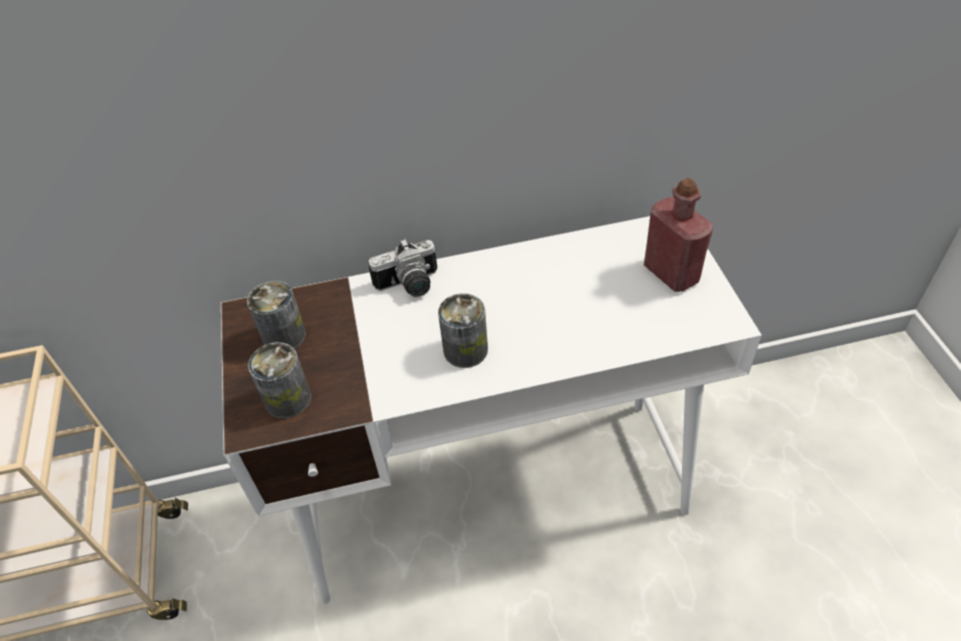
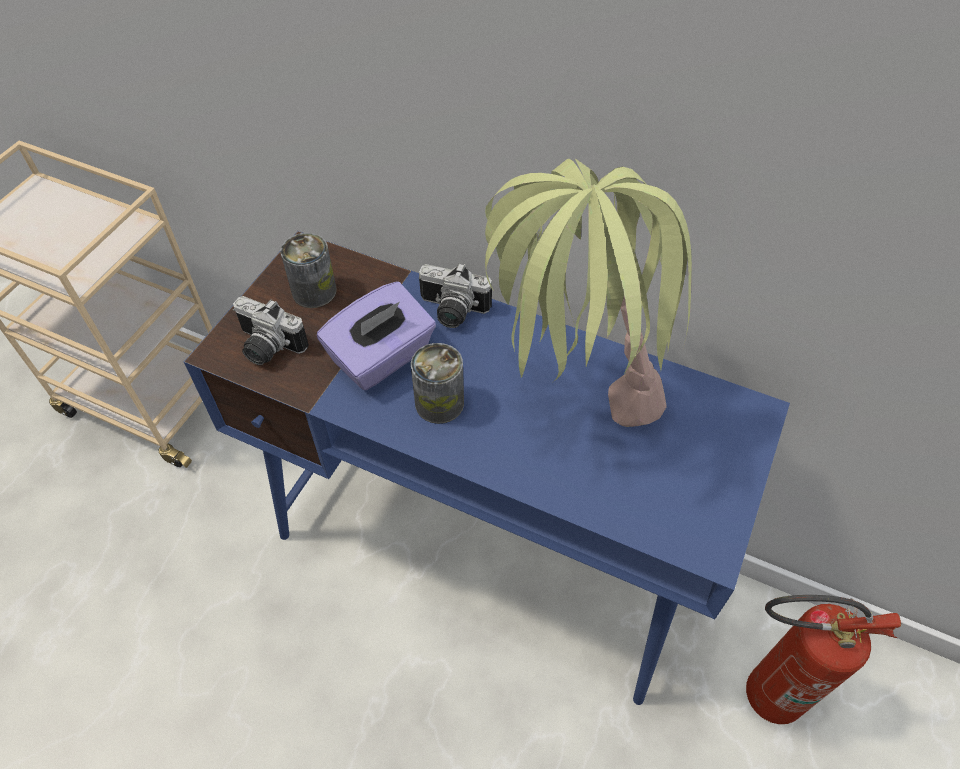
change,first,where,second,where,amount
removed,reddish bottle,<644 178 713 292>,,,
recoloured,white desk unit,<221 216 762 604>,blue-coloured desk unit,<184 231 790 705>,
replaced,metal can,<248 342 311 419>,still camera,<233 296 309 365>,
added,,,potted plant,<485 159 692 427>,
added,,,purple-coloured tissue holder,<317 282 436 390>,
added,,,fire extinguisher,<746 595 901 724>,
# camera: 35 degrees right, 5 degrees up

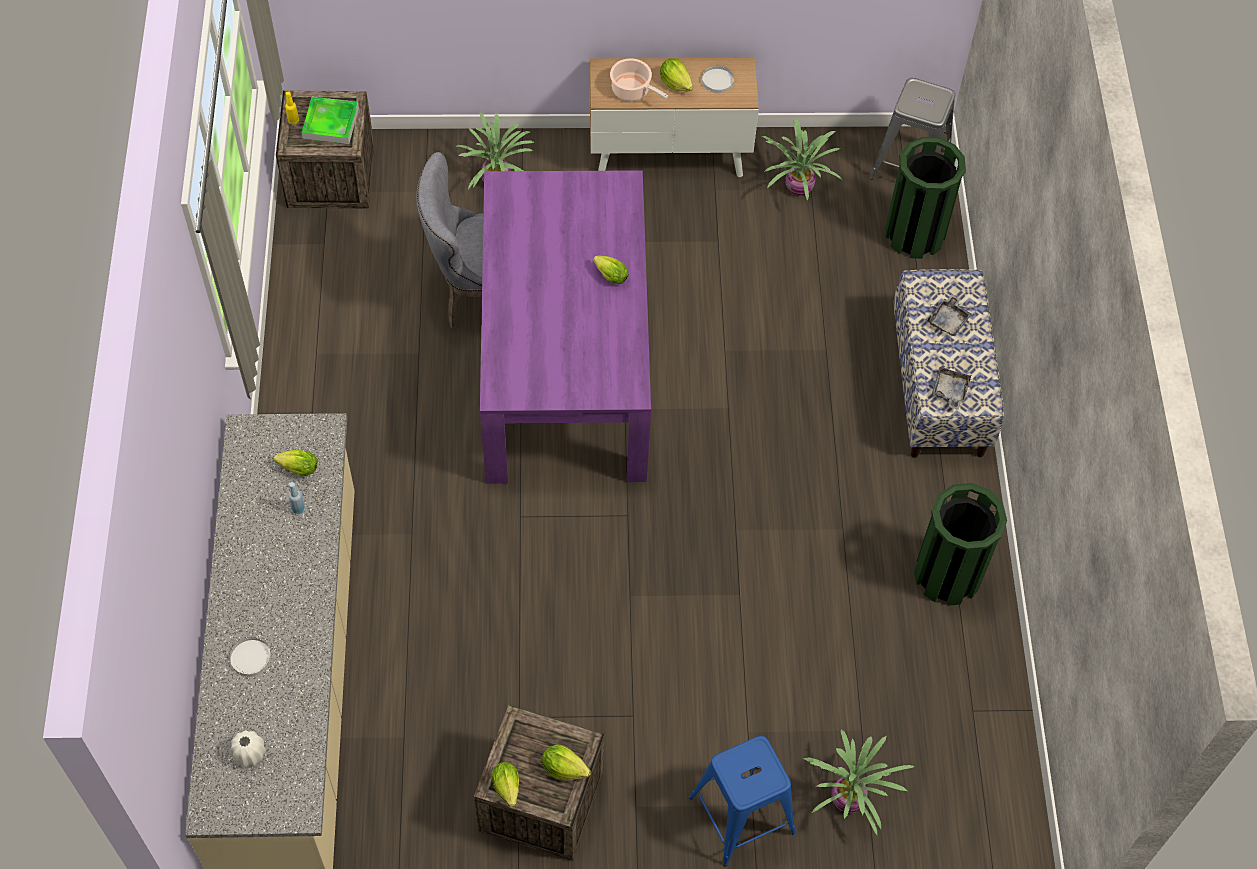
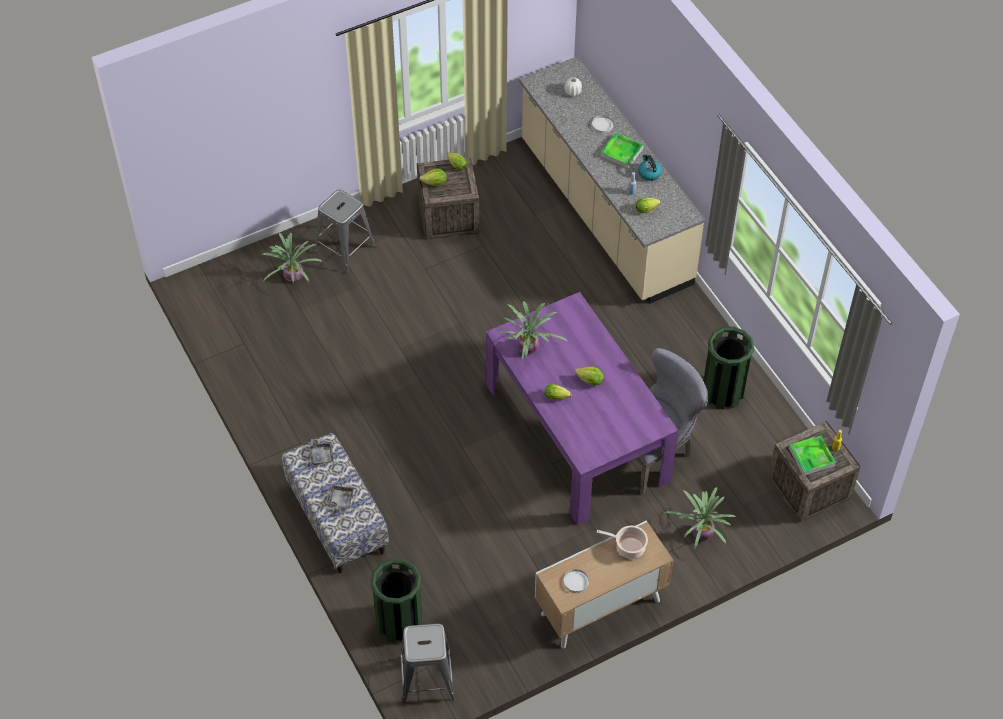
change,first,where,second,where,amount
moved,lettuce head,<660 59 693 91>,,<574 367 604 386>,
moved,potted plant,<761 118 842 201>,,<497 301 567 361>,
moved,greenish trash can,<914 483 1007 606>,,<703 327 754 410>,
recoloured,blue-coloured sitting stool,<689 736 796 867>,gray sitting stool,<314 189 376 273>,
added,,,carrying tray,<600 133 644 169>,
added,,,water kettle,<638 154 662 181>,
# camera: 155 degrees right, 5 degrees down

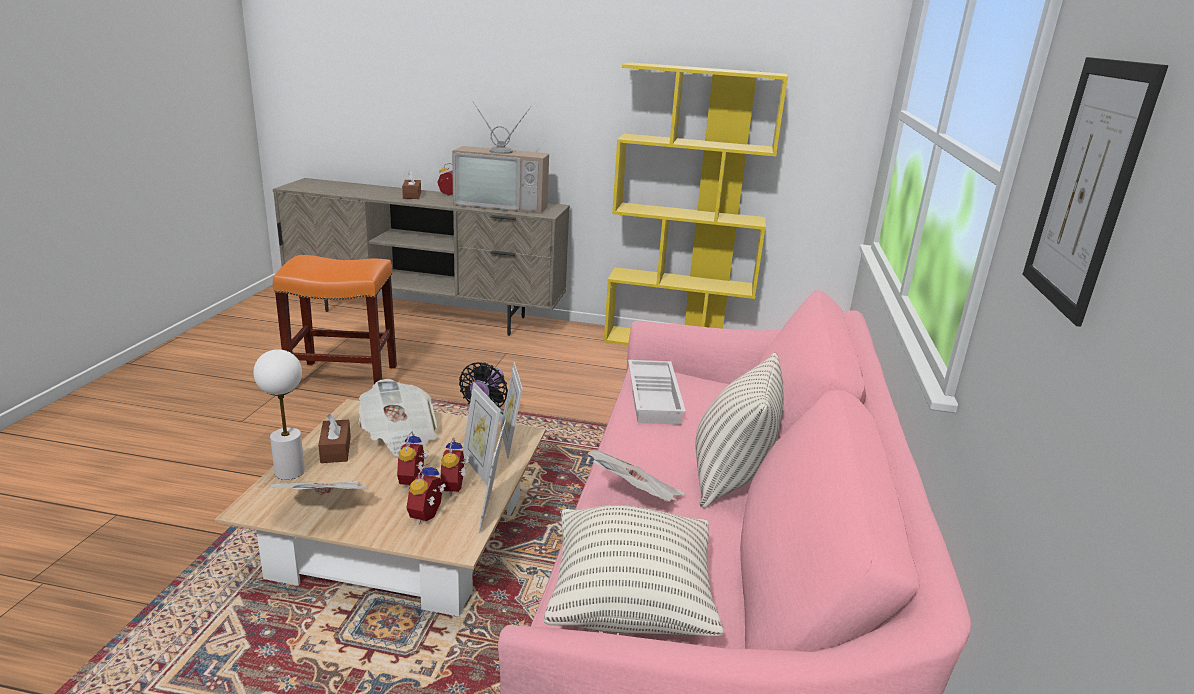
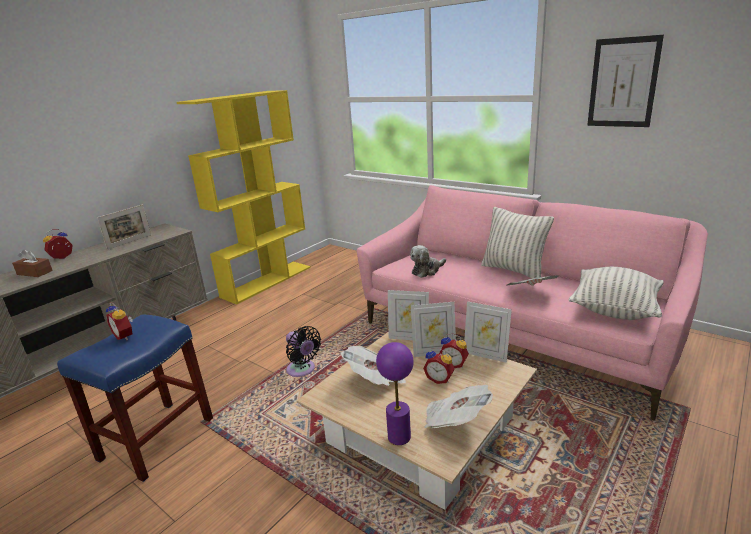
change,first,where,second,where,amount
replaced,TV set,<452 102 549 214>,picture frame,<97 204 151 250>,
recoloured,orange-coloured sitting stool,<273 255 397 392>,blue-coloured sitting stool,<57 314 213 482>,
recoloured,white table lamp,<254 349 305 480>,purple-coloured table lamp,<376 342 414 445>,
replaced,white carrying tray,<628 360 686 425>,soft toy,<410 245 446 278>,
removed,brownish tissue holder,<318 414 351 463>,,,
moved,table clock,<407 463 446 524>,,<106 302 133 340>,
# camera: 60 degrees left, 0 degrees up

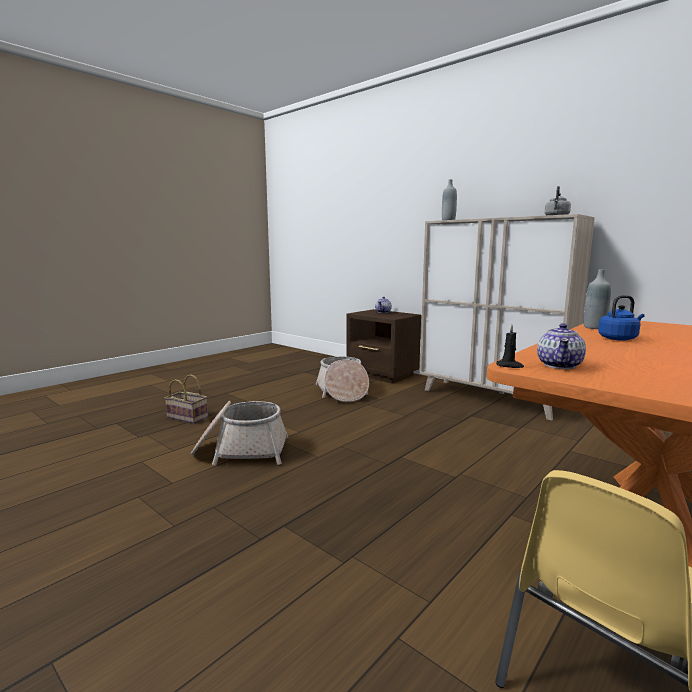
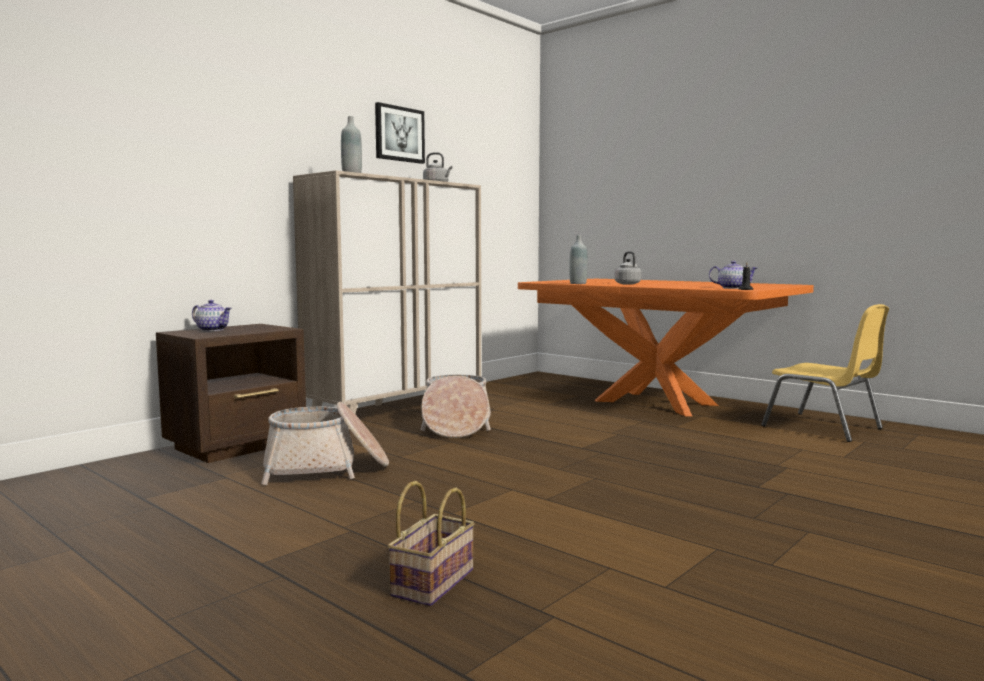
change,first,where,second,where,amount
recoloured,blue-coloured water kettle,<598 295 645 341>,gray water kettle,<615 251 641 285>,
moved,basket,<191 401 288 466>,,<420 375 491 438>,
added,,,wall art,<375 102 425 164>,
# camera: 90 degrees left, 5 degrees down

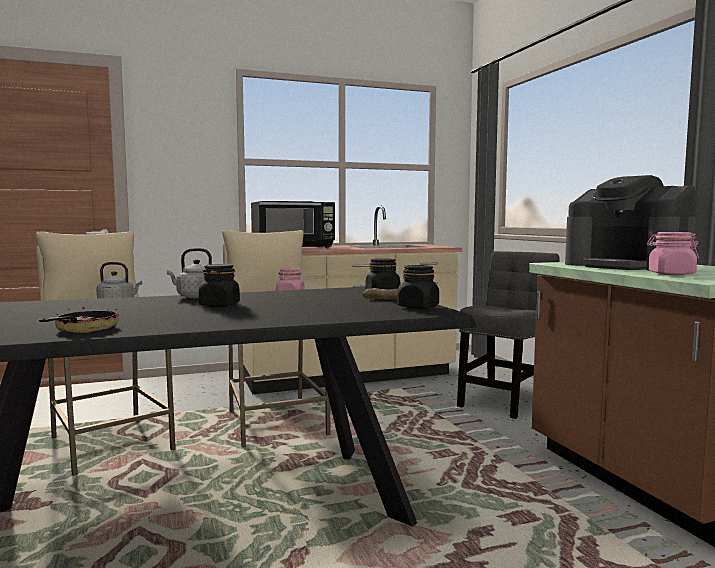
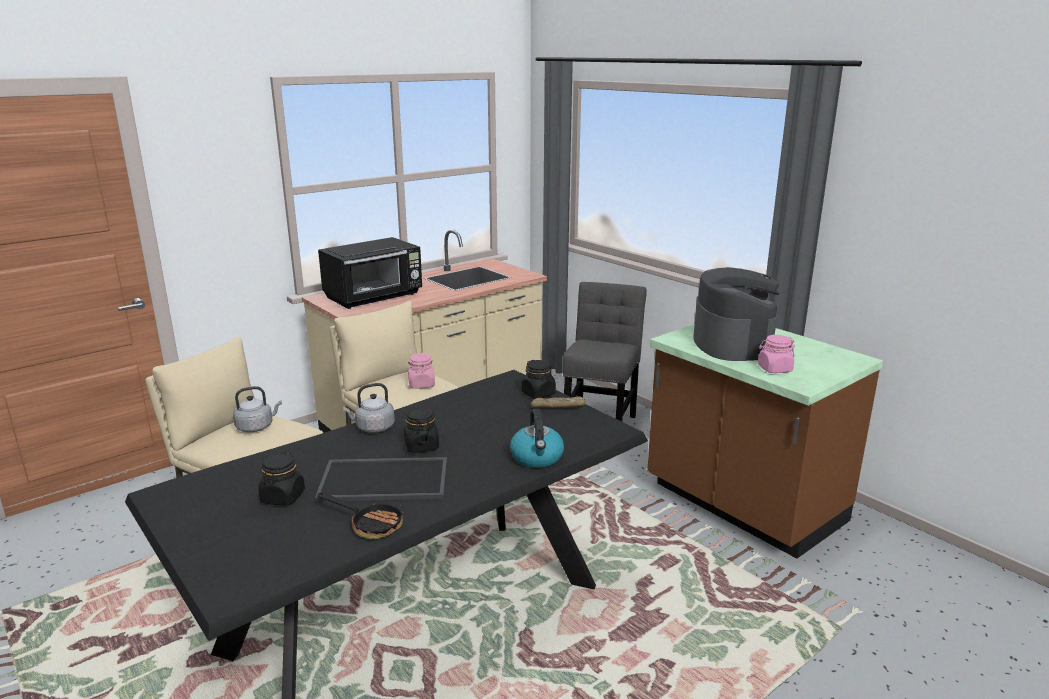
change,first,where,second,where,amount
turned,coffee brewer,<565 175 696 270>,,<693 267 779 361>,120 degrees counterclockwise
moved,black-coloured storage jar,<397 265 439 309>,,<258 452 305 505>,
turned,pan,<39 307 119 333>,,<317 492 404 539>,135 degrees clockwise
added,,,water kettle,<510 409 564 468>,
added,,,carrying tray,<315 457 447 502>,
# camera: 20 degrees left, 15 degrees up

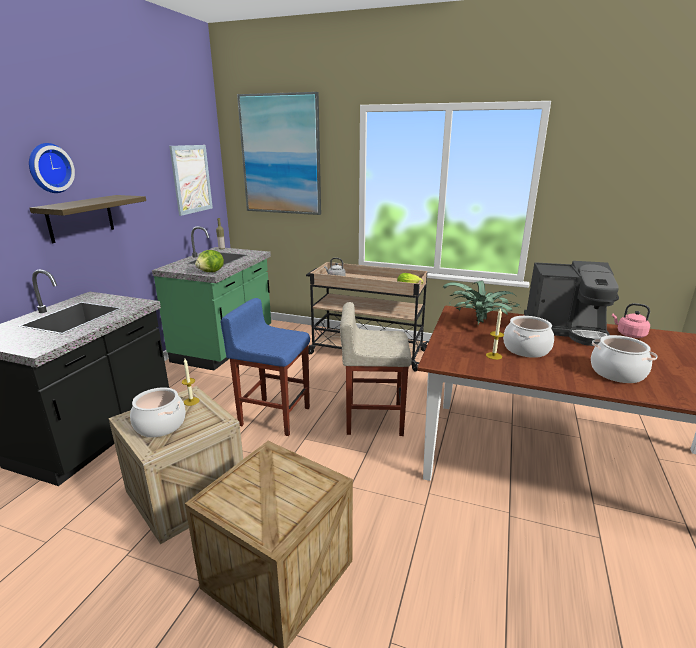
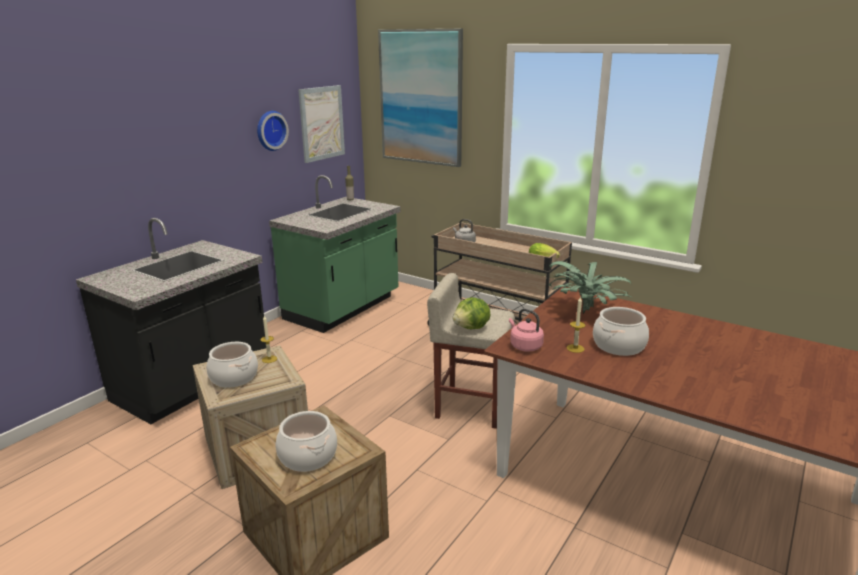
change,first,where,second,where,amount
moved,clock on the wall,<29 143 75 193>,,<257 111 289 151>,
removed,wall shelf,<30 195 146 243>,,,
moved,lettuce head,<195 250 224 272>,,<453 297 491 329>,
removed,coffee brewer,<524 261 619 346>,,,
removed,blue-coloured sitting stool,<221 298 310 436>,,,
moved,pink water kettle,<612 303 650 338>,,<509 308 544 352>,
moved,stockpot,<591 335 658 383>,,<276 411 337 472>,
# camera: 15 degrees right, 0 degrees up

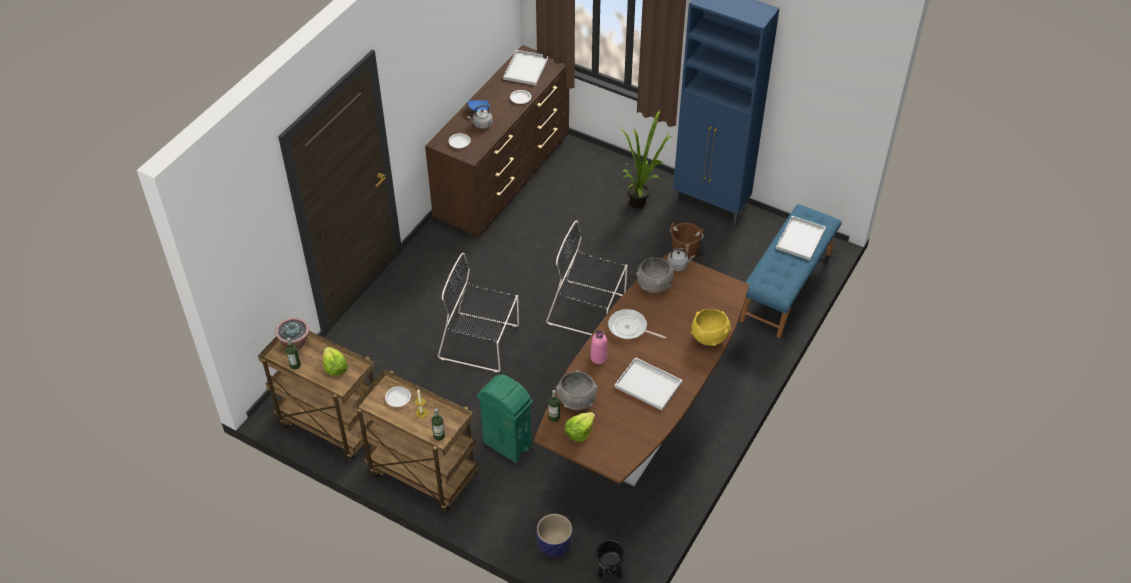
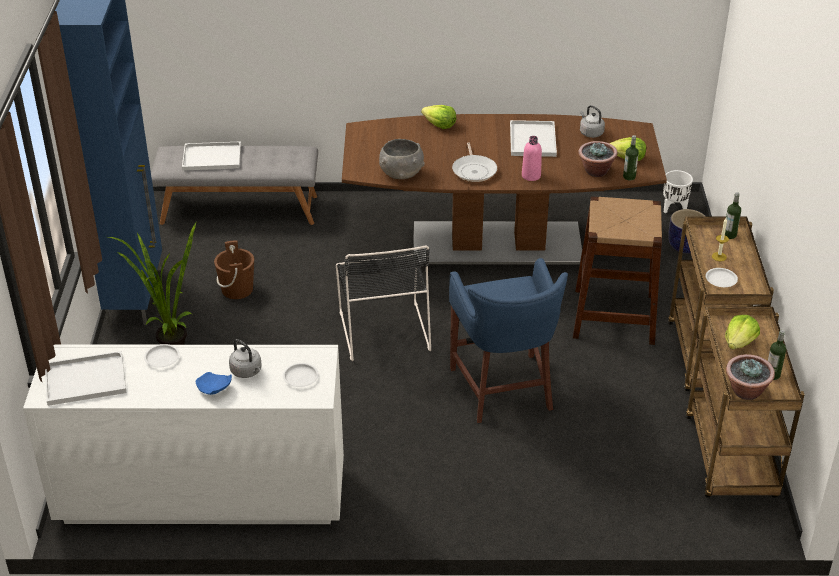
change,first,where,second,where,amount
recoloured,brownish dresser,<425 45 569 237>,white dresser,<23 345 344 524>,
recoloured,blue-coloured bench,<740 204 842 338>,gray bench,<151 146 318 225>,
moved,gray water kettle,<667 248 695 271>,,<580 105 605 138>,
replaced,black-coloured plain chair,<438 253 519 372>,blue-coloured sitting stool,<449 258 568 423>,
replaced,yellowish bowl,<691 309 731 346>,lettuce head,<421 105 456 129>,
replaced,gray bowl,<556 370 598 410>,potted plant,<578 141 618 177>,
replaced,greenish trash can,<477 374 533 463>,brownish sitting stool,<573 196 662 345>,
recoloured,black-coloured plant pot,<596 540 625 579>,white plant pot,<663 170 693 213>,
# camera: 120 degrees left, 10 degrees down

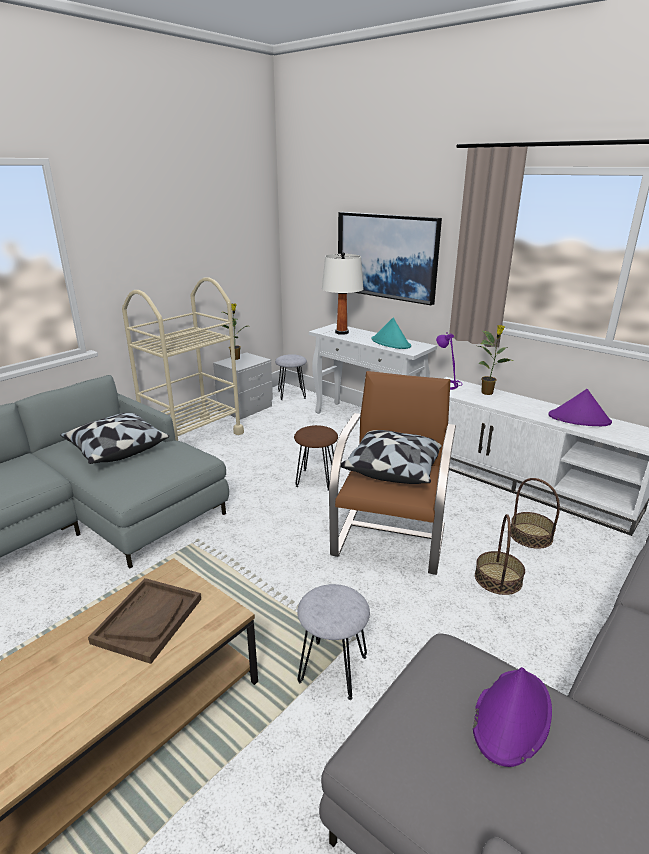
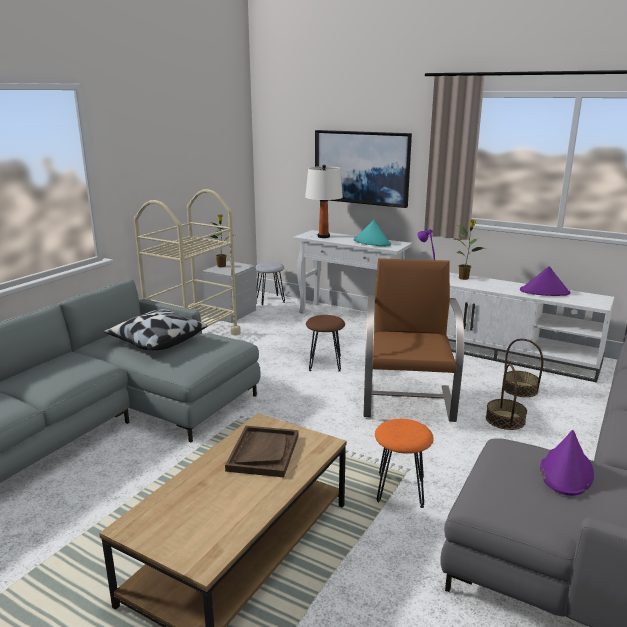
change,first,where,second,where,amount
removed,cushion,<341 430 441 484>,,,
recoloured,gray sitting stool,<297 584 370 700>,orange-coloured sitting stool,<375 419 434 508>,
# camera: 10 degrees left, 5 degrees down

